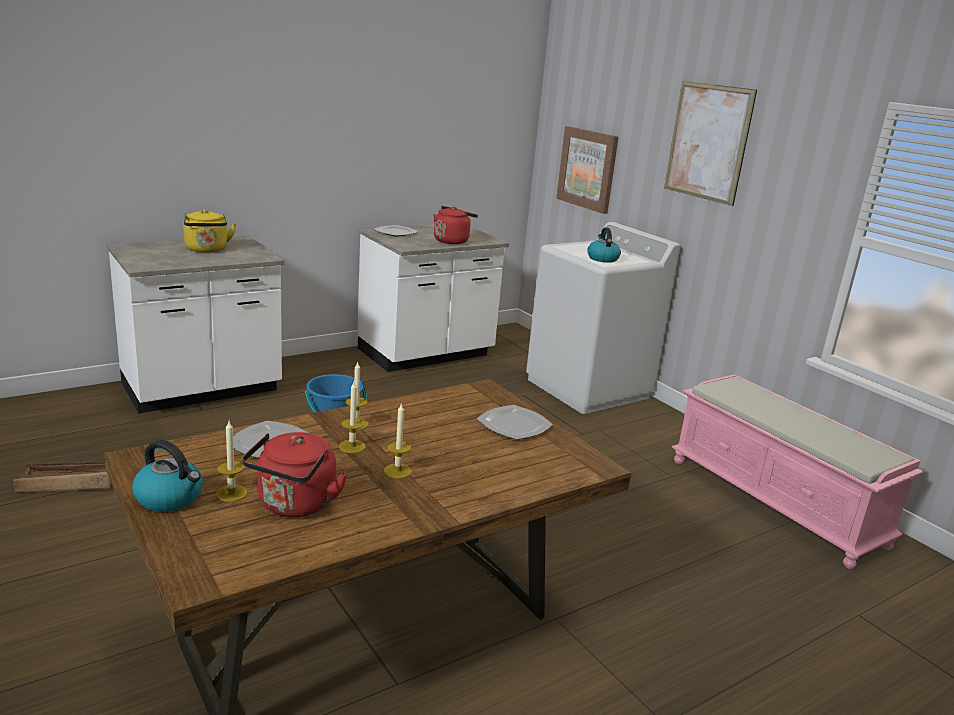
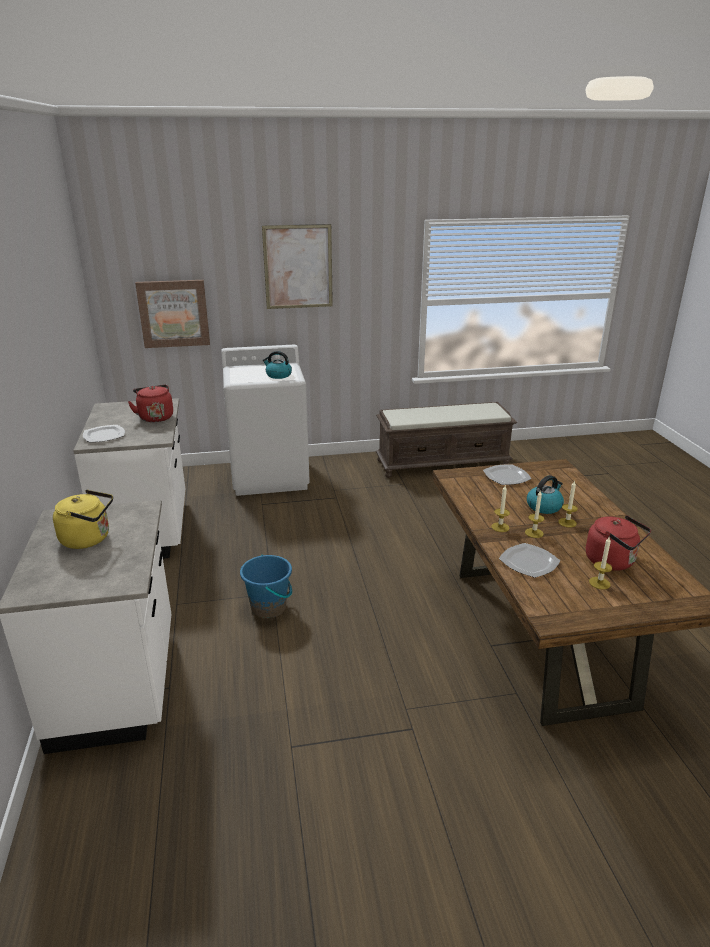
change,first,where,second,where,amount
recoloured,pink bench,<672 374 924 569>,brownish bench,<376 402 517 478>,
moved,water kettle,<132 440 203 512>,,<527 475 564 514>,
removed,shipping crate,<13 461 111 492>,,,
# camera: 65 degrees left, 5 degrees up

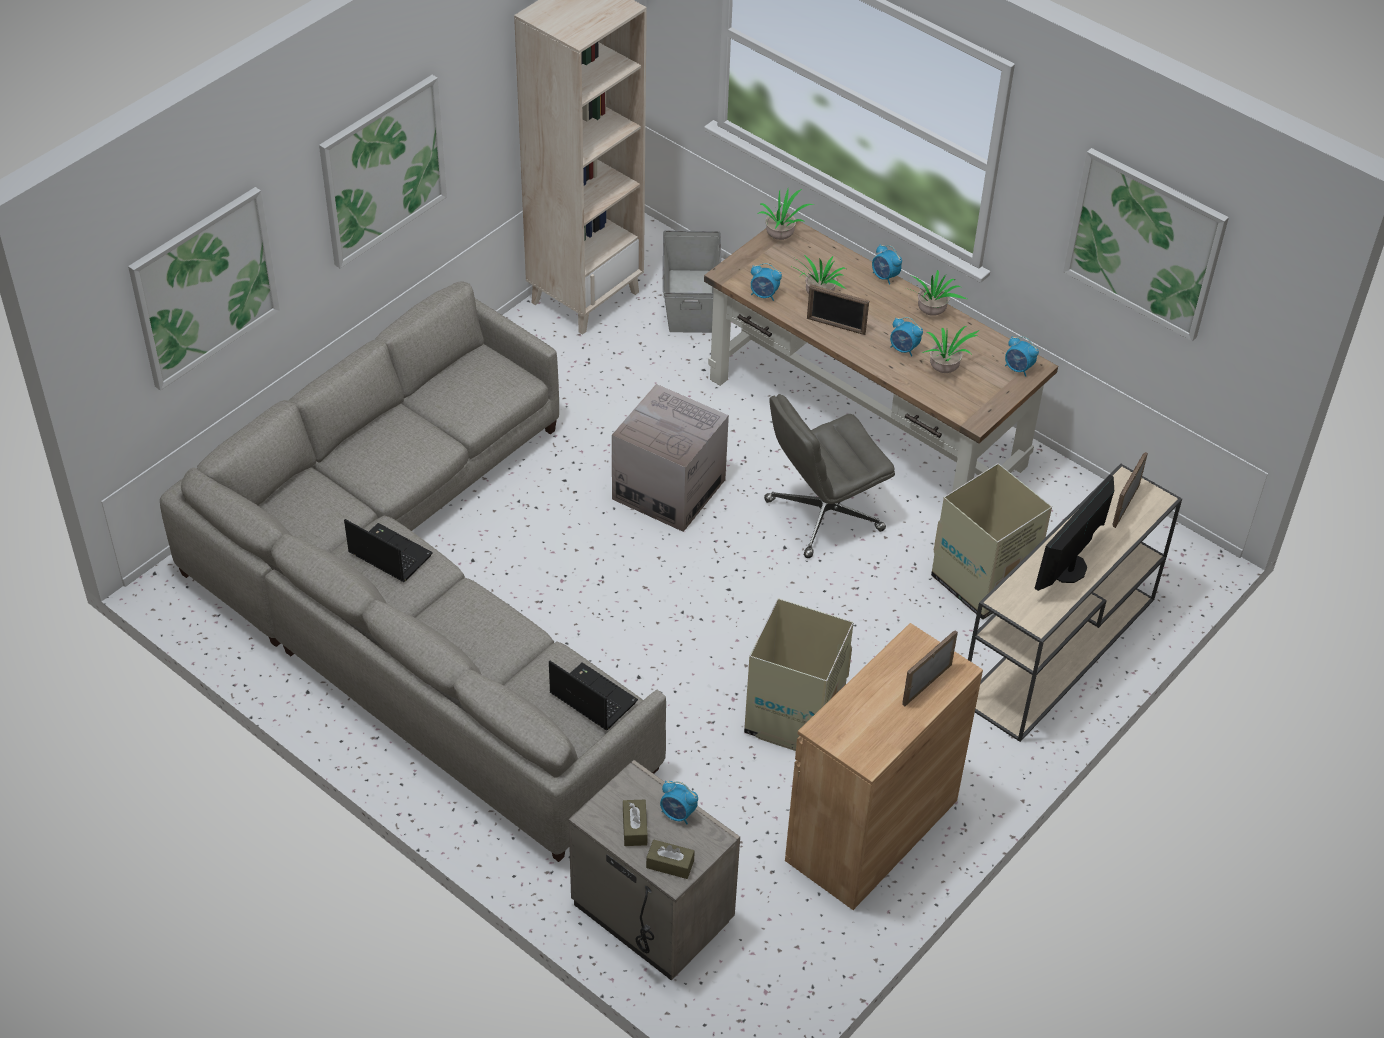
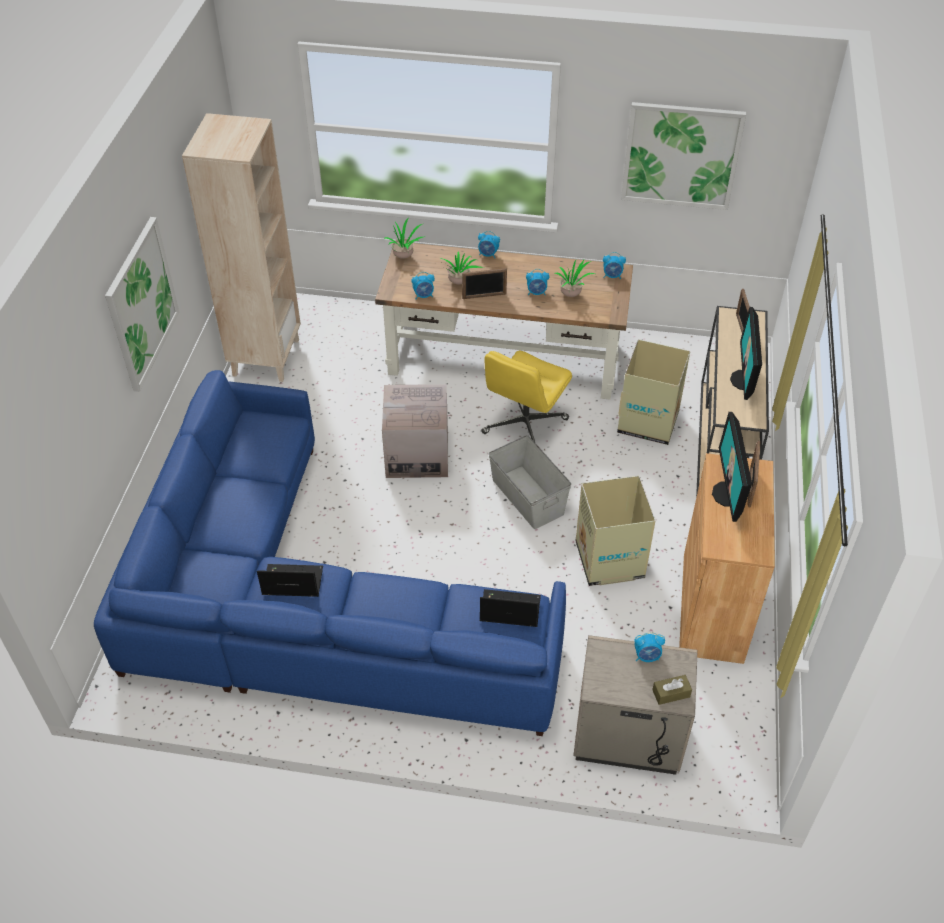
change,first,where,second,where,amount
removed,wall art,<128 187 280 390>,,,
moved,gray storage box,<663 230 721 333>,,<488 435 571 529>,
removed,potted plant,<905 270 967 316>,,,
recoloured,gray couch,<160 281 666 862>,blue-coloured couch,<94 370 566 736>,
recoloured,gray computer chair,<764 394 895 558>,yellowish computer chair,<481 351 572 442>,
removed,brownish tissue holder,<623 800 647 846>,,,
added,,,monitor,<712 412 752 522>,
# camera: 30 degrees left, 0 degrees up

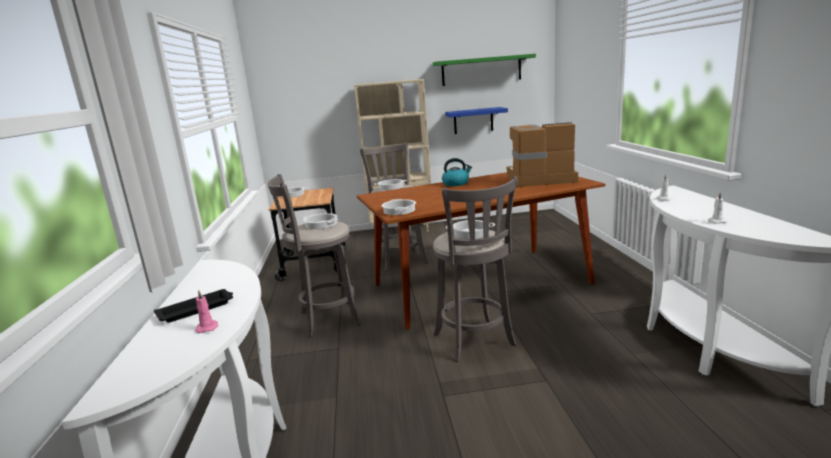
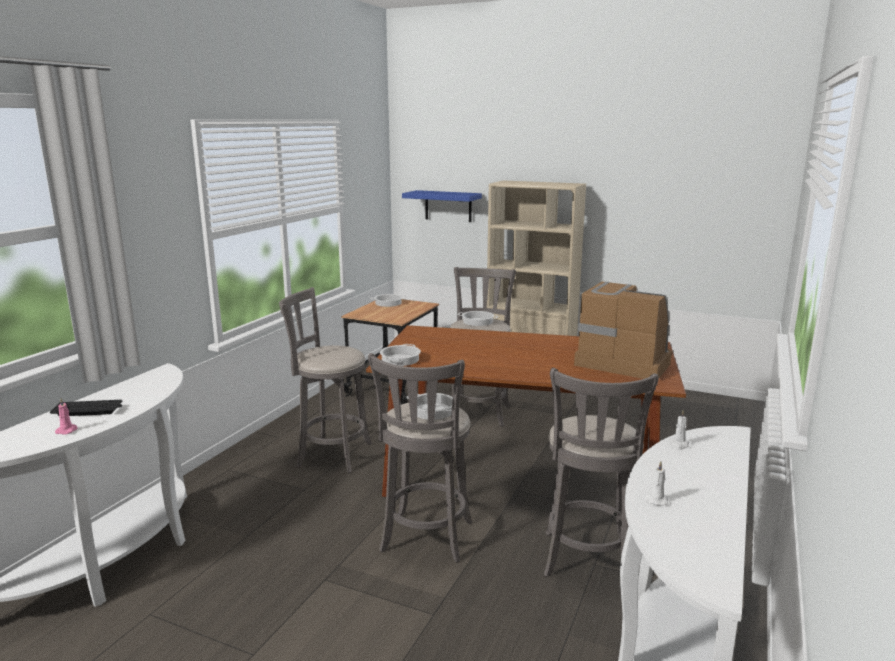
change,first,where,second,where,amount
removed,greenish wall shelf,<433 54 536 86>,,,
moved,blue-coloured wall shelf,<445 107 508 134>,,<402 190 482 222>,
removed,water kettle,<442 158 472 186>,,,
removed,stockpot,<303 213 338 229>,,,
added,,,gray sitting stool,<544 368 658 577>,
# camera: 30 degrees right, 0 degrees up

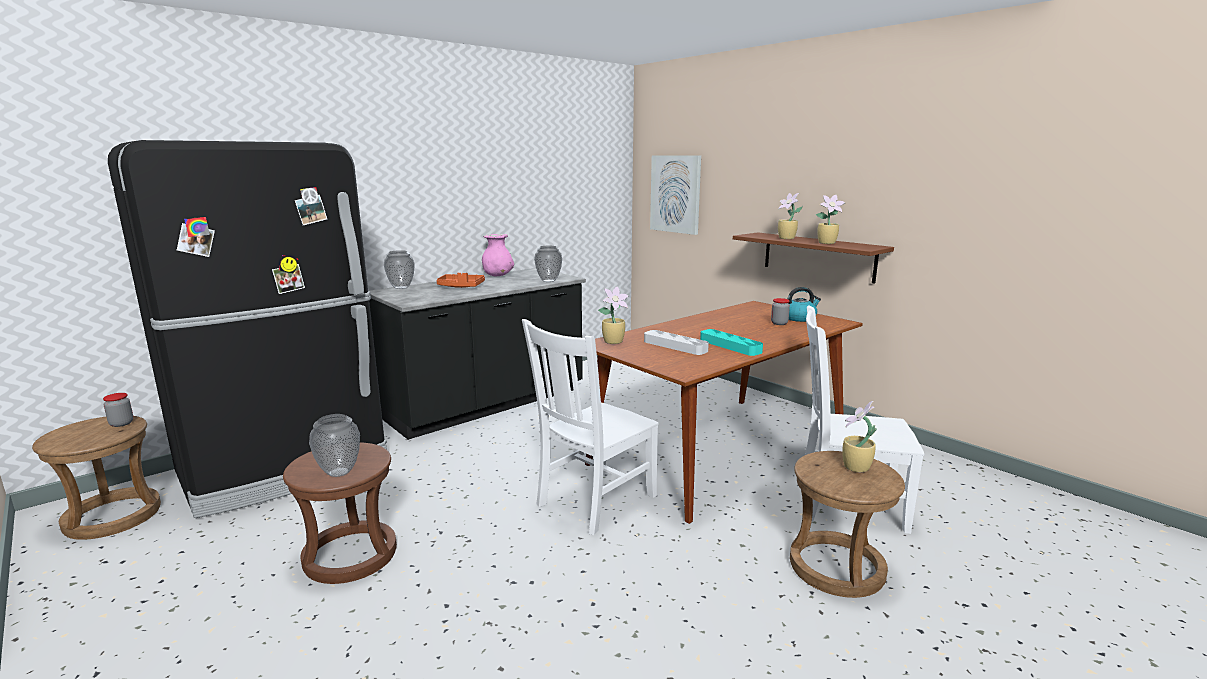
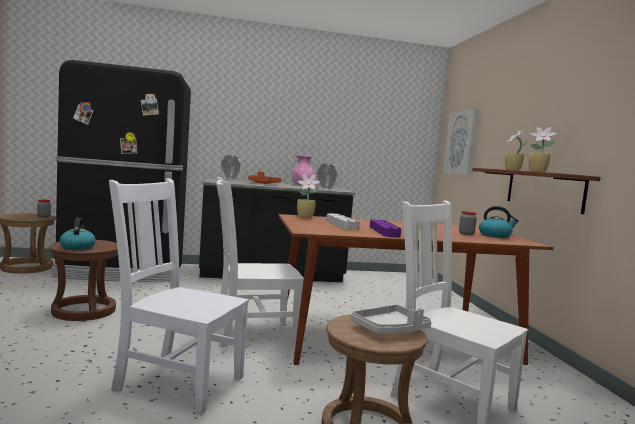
change,first,where,second,where,amount
recoloured,turquoise-coloured carrying tray,<700 329 763 356>,purple-coloured carrying tray,<370 219 401 237>,
replaced,potted plant,<842 401 877 473>,gray carrying tray,<351 305 432 334>,
replaced,flower vase,<309 414 360 477>,water kettle,<60 217 96 250>,
added,,,white plain chair,<109 179 249 416>,
# camera: 30 degrees right, 10 degrees down

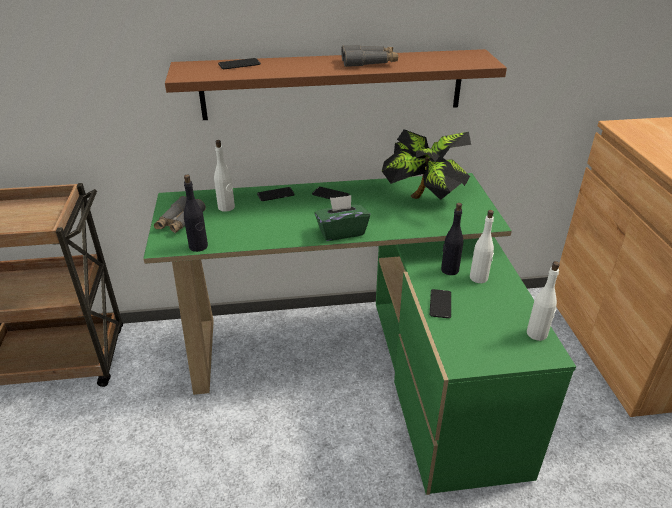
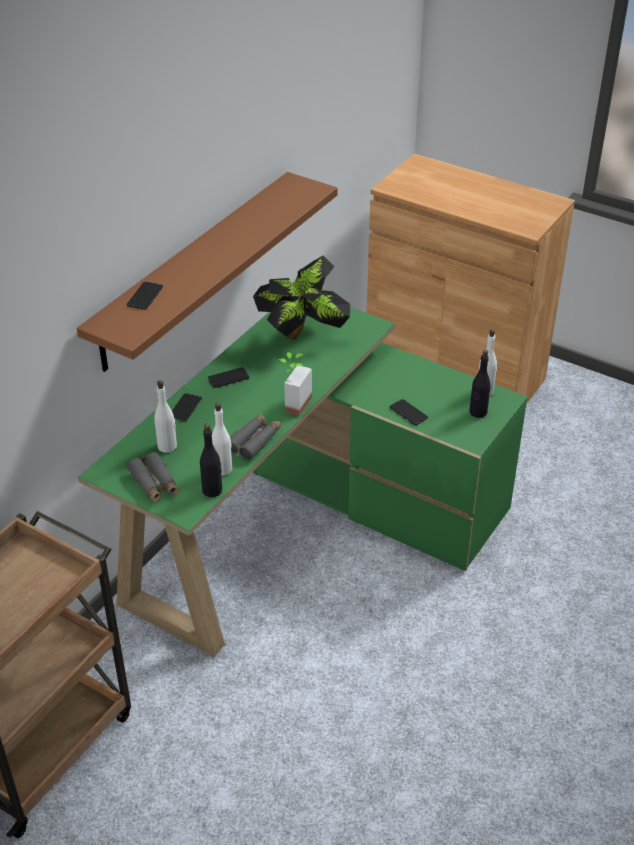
change,first,where,second,where,amount
moved,gray binoculars,<341 45 398 67>,,<230 413 281 460>,
replaced,greenish tissue holder,<314 195 370 241>,potted plant,<278 352 312 416>,
moved,black-coloured bottle,<441 203 463 275>,,<469 350 491 418>,
moved,white bottle,<470 210 494 283>,,<212 403 232 476>,
# camera: 50 degrees left, 5 degrees up

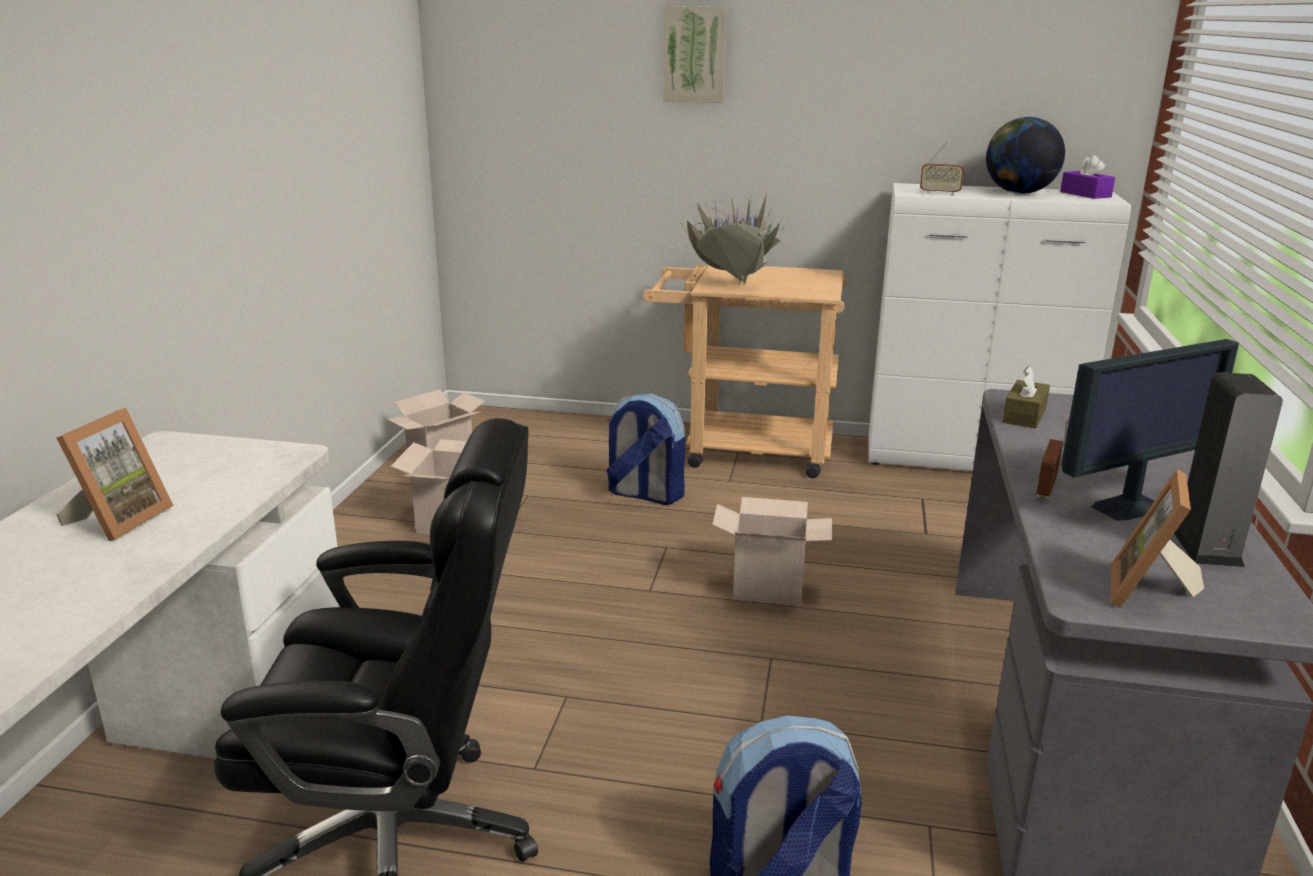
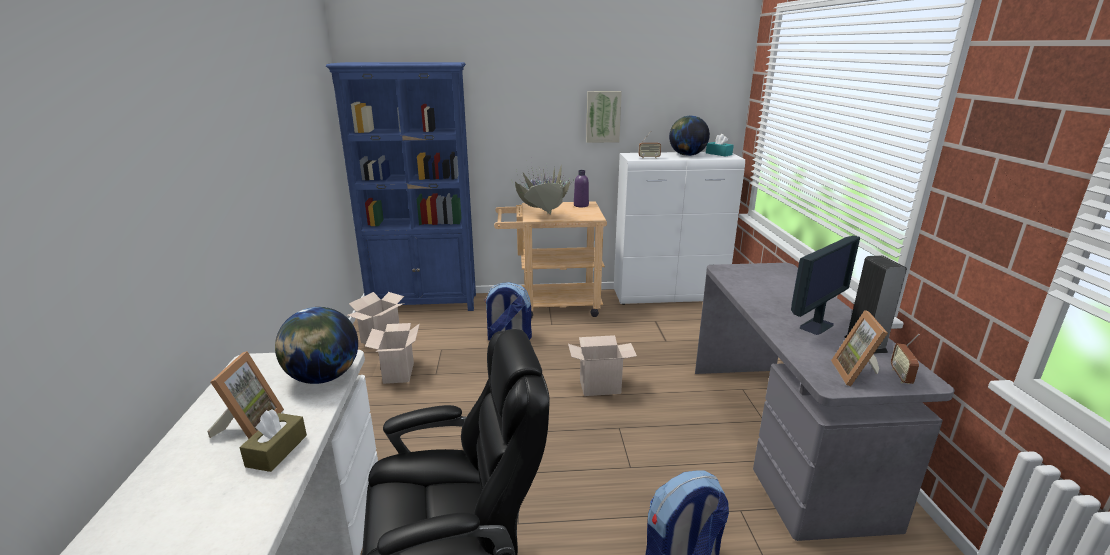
change,first,where,second,where,amount
moved,wall art,<664 6 727 103>,,<586 91 622 143>,
recoloured,purple-coloured tissue holder,<1060 155 1115 199>,turquoise-coloured tissue holder,<706 134 734 157>,
moved,brownish tissue holder,<1002 366 1050 428>,,<239 409 307 472>,
moved,radio receiver,<1036 419 1068 499>,,<891 334 920 384>,
added,,,blue-coloured bookcase,<326 62 476 311>,
added,,,purple-coloured bottle,<574 170 589 207>,
added,,,desk globe,<275 307 358 384>,
# camera: 15 degrees left, 0 degrees up

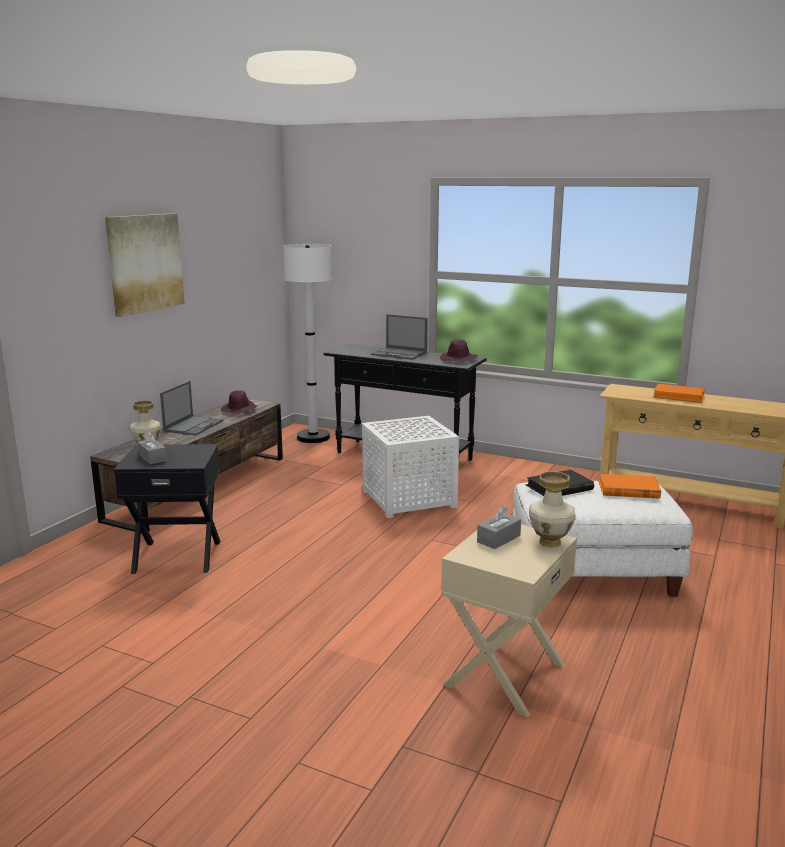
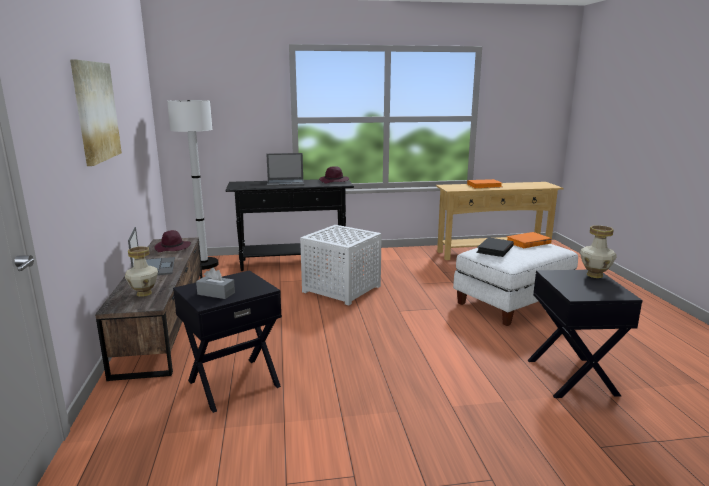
change,first,where,second,where,amount
removed,gray tissue holder,<477 506 521 549>,,,
recoloured,sand-coloured end table,<441 524 577 717>,black-coloured end table,<528 270 643 398>,
# camera: 35 degrees left, 0 degrees up

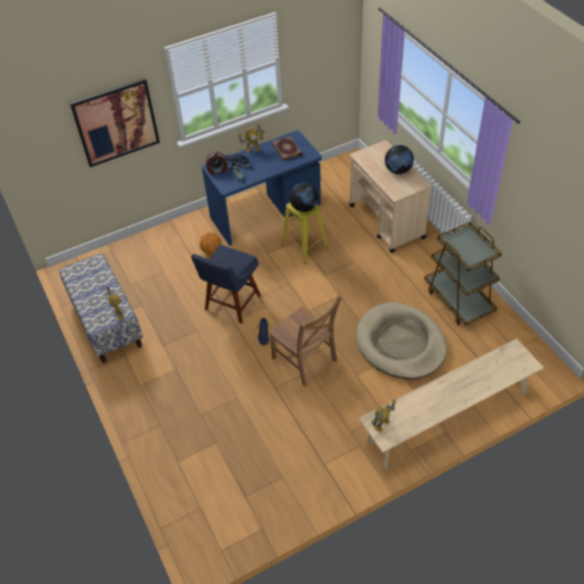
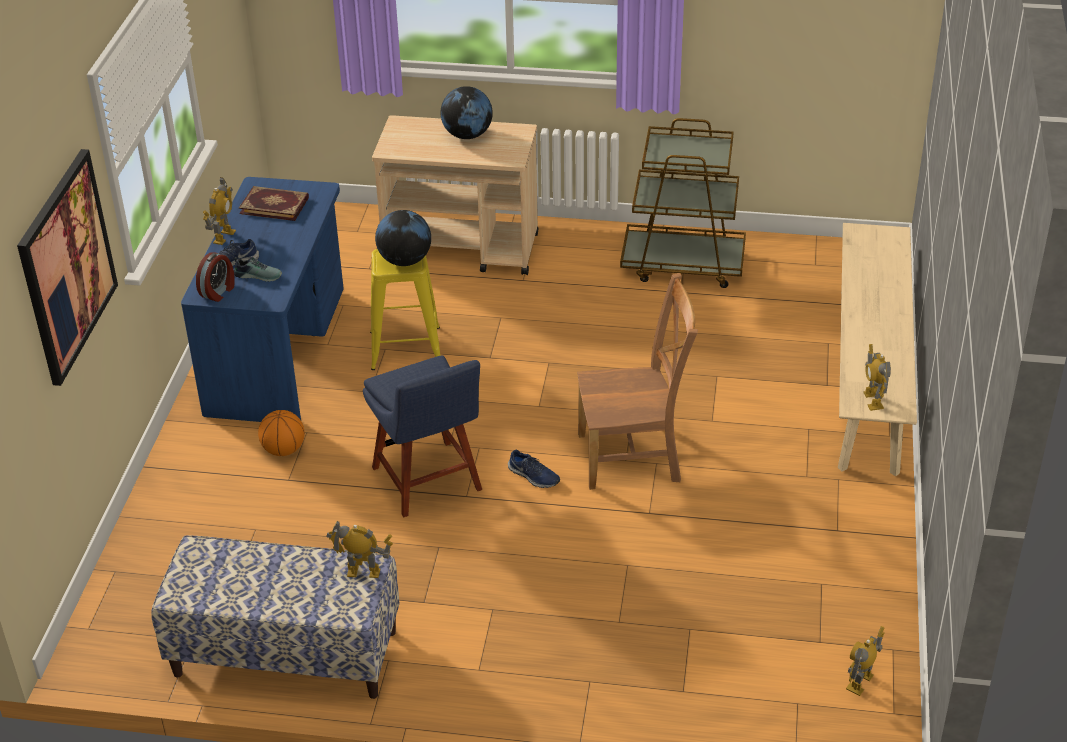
change,first,where,second,where,amount
removed,sand-coloured dog bed,<356 302 447 379>,,,
added,,,robot figure,<846 626 885 696>,
# camera: 55 degrees left, 10 degrees down

